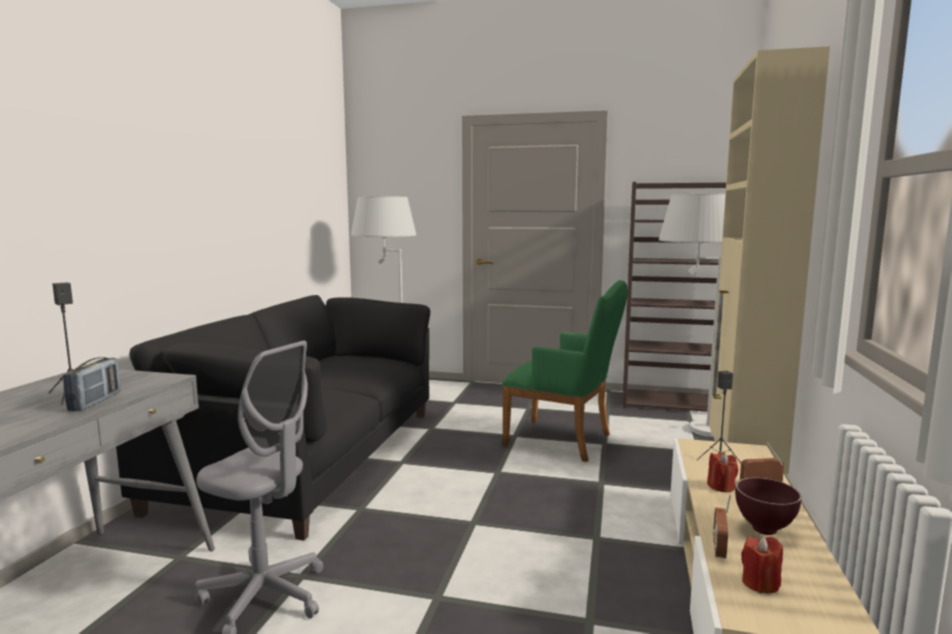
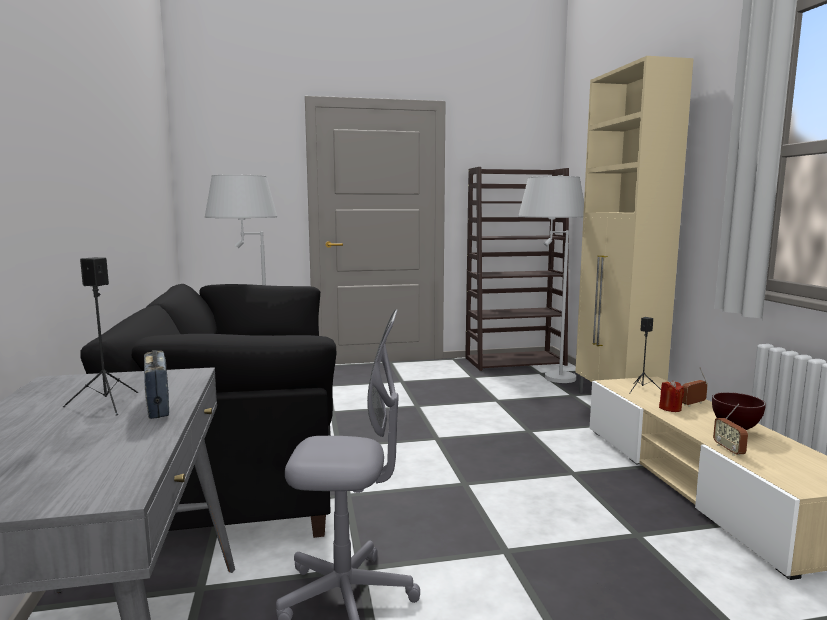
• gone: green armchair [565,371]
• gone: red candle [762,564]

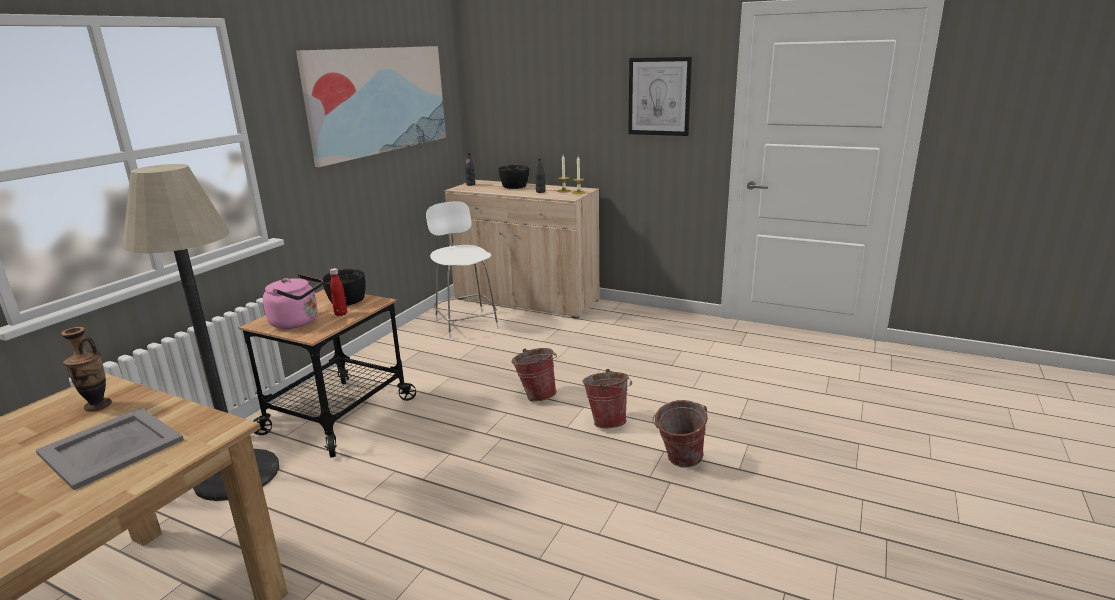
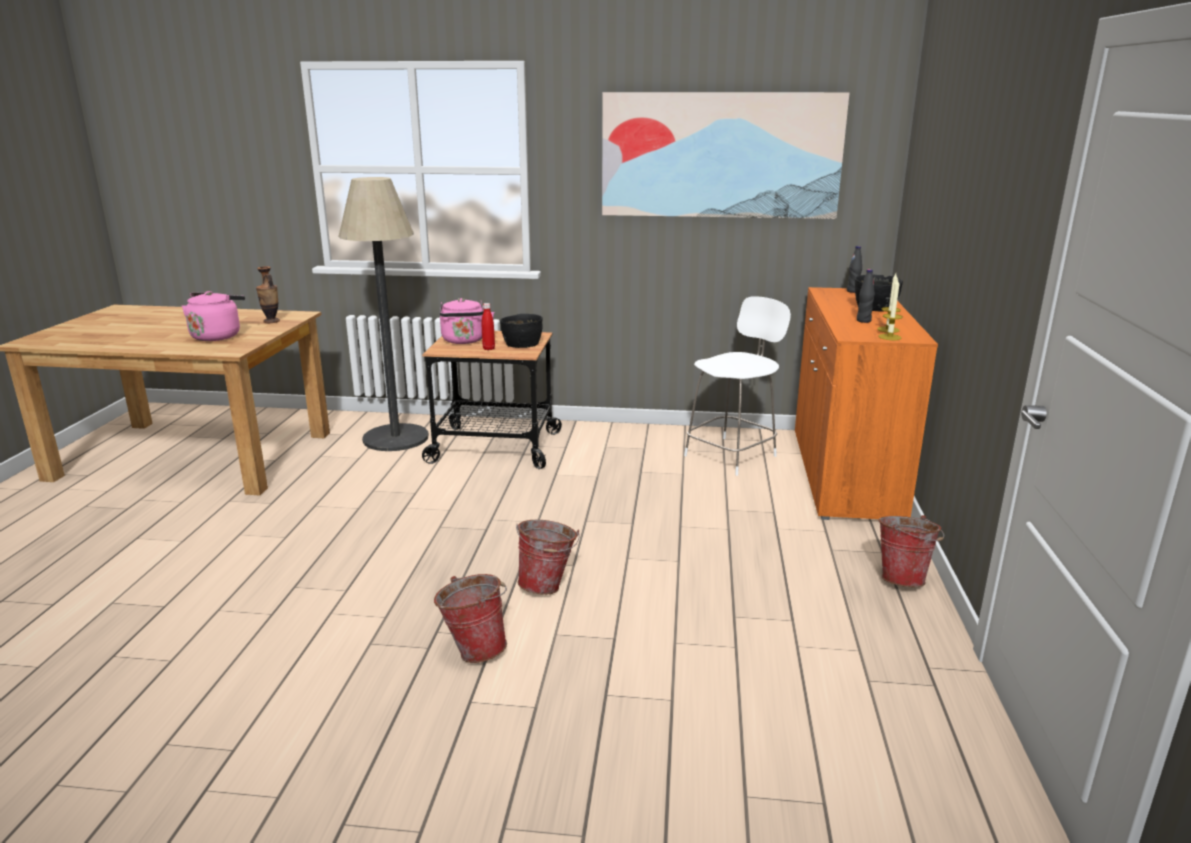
• gone: picture [660,96]
• shifted: bucket [534,374] to [911,551]
• swapped: grey tray [110,449] to pink kettle [213,316]
• repainted: beige cabinet [522,249] to orange cabinet [866,403]

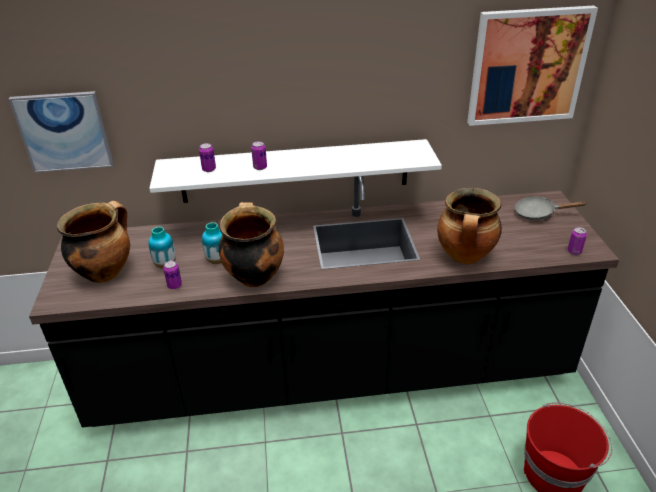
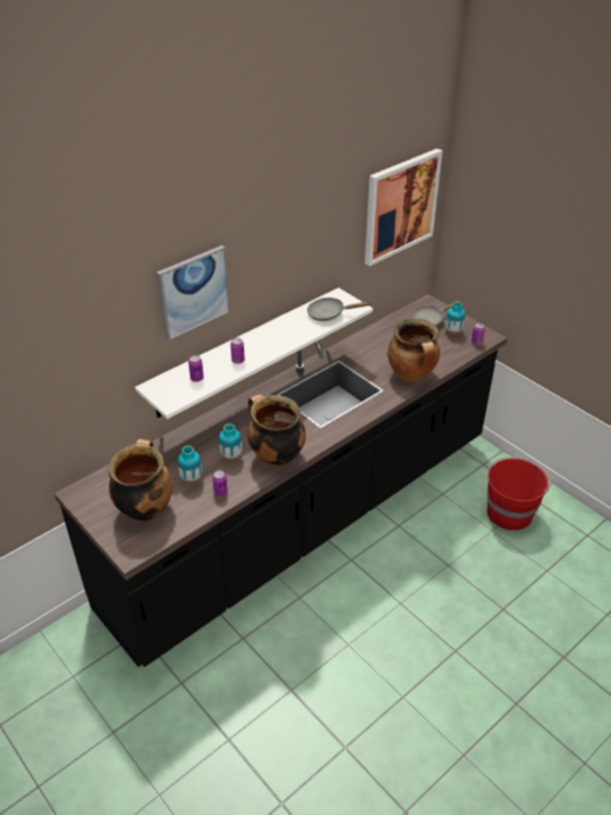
• new: grey frying pan [339,309]
• new: vase [455,318]
• shifted: picture [61,132] to [193,293]

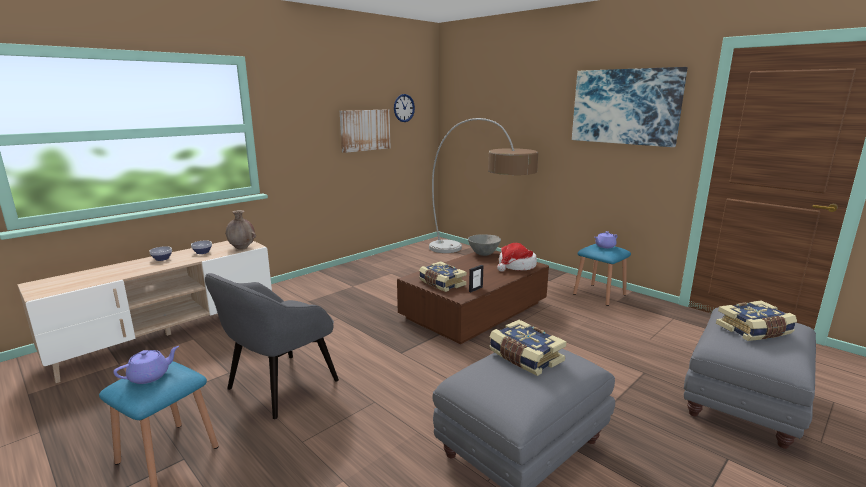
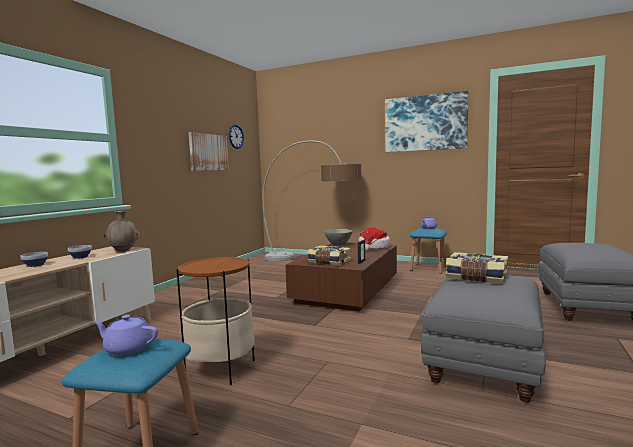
• gone: book [756,320]
• swapped: grey armchair [272,346] to side table [216,321]
• rotated: purple teapot [146,365] = [125,335] 105 degrees counterclockwise

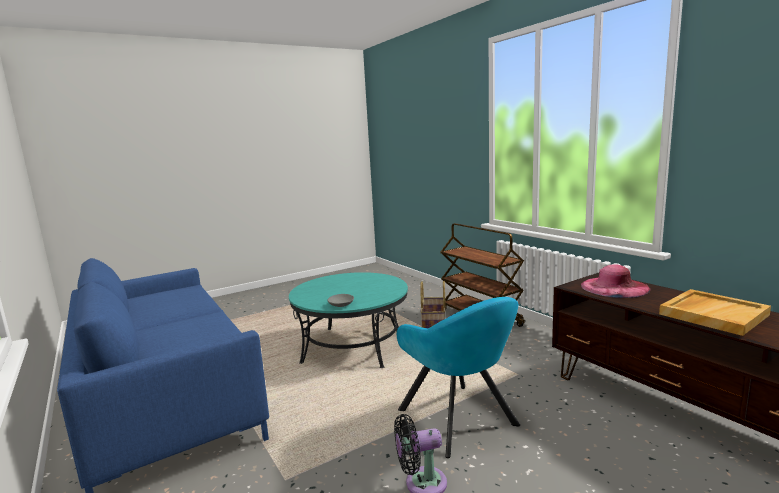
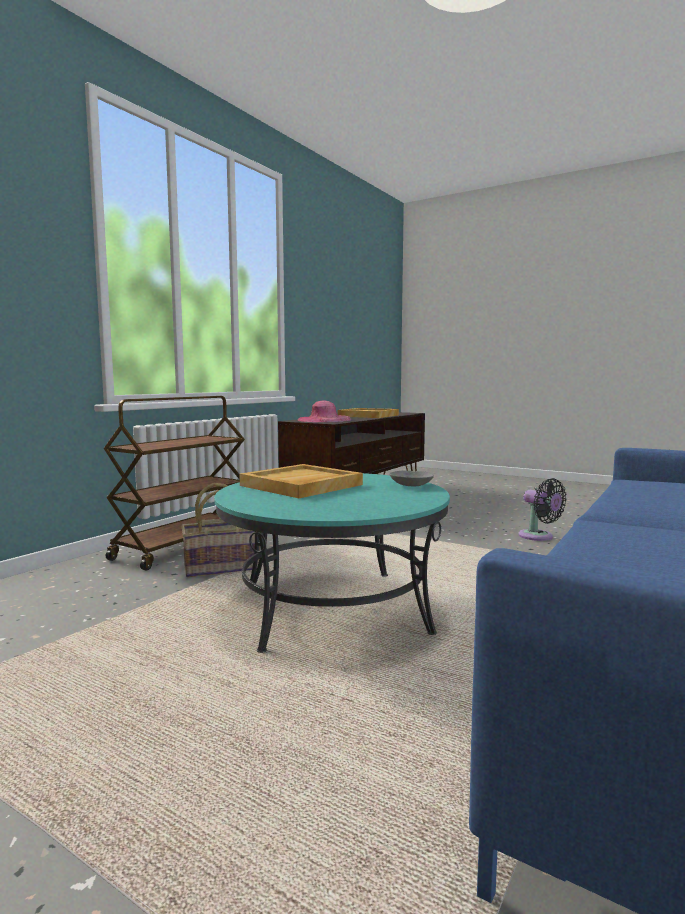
• gone: turquoise armchair [458,377]
• new: beige tray [301,481]

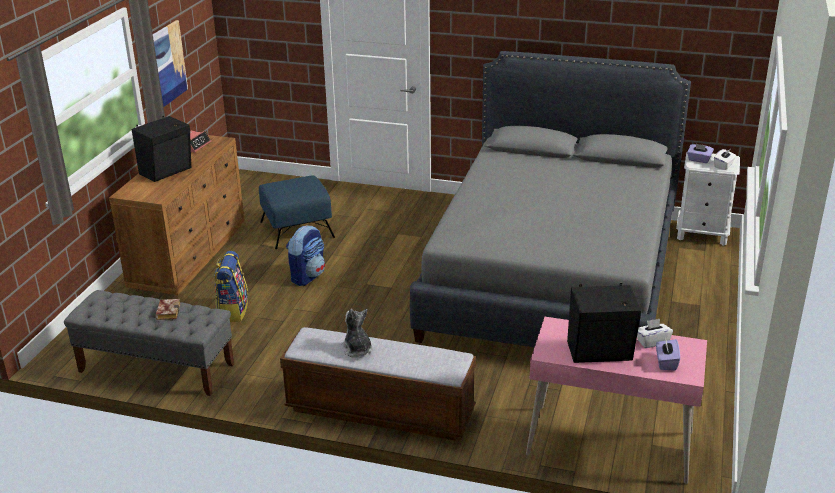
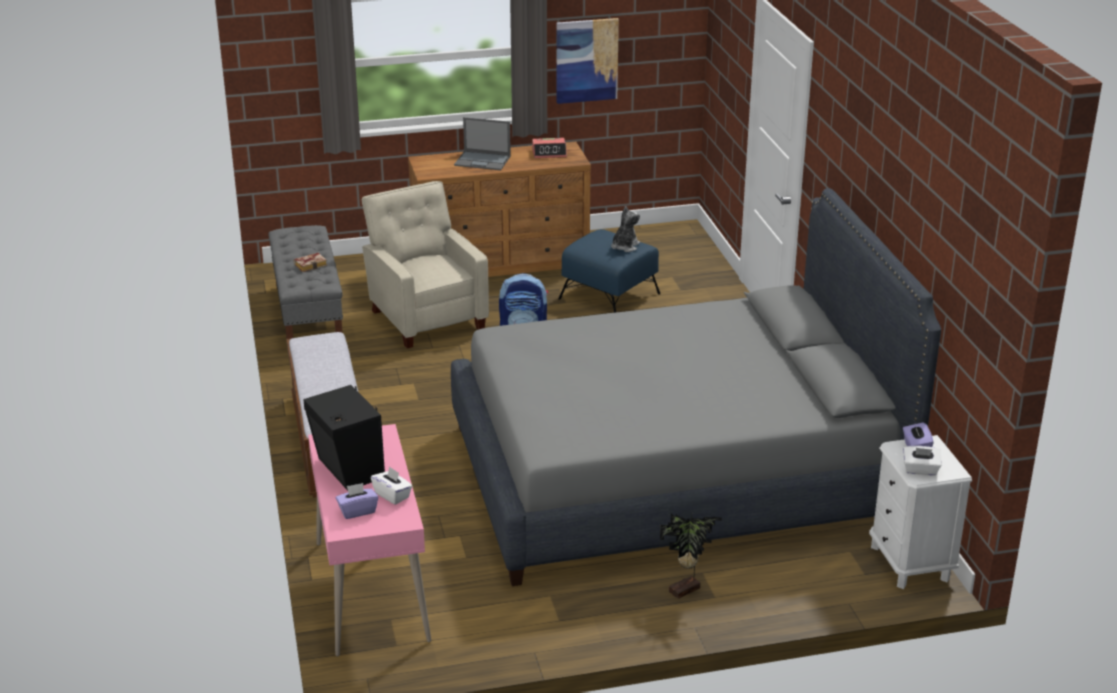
• new: potted plant [691,556]
• shifted: plush toy [357,333] to [625,229]
• swapped: black speaker [161,149] to laptop [482,143]
• swapped: backpack [231,286] to beige armchair [425,264]

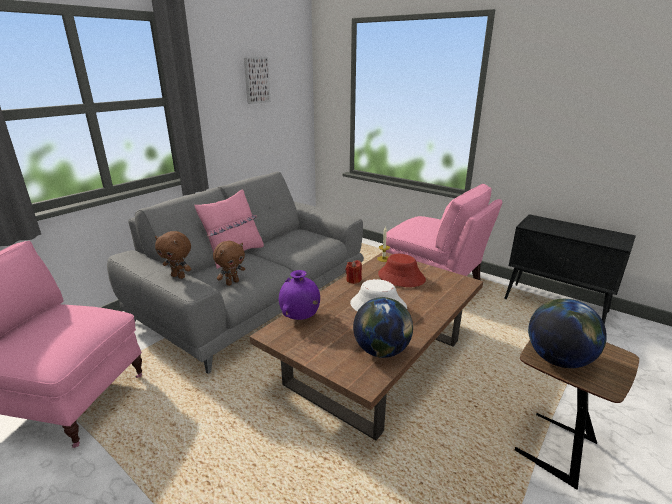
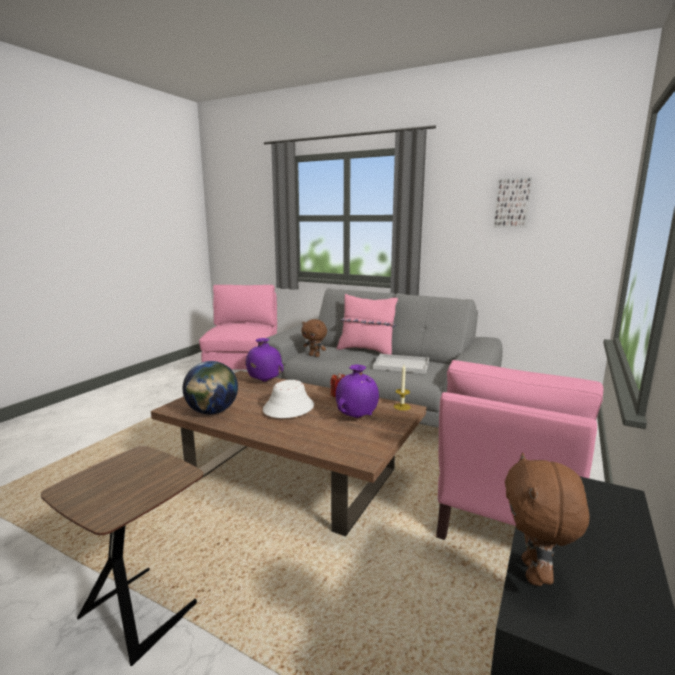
• gone: globe [567,333]
• new: white tray [401,364]
• shifted: brown plush toy [173,255] to [547,519]
• swapped: red hat [402,270] to purple vase [357,391]

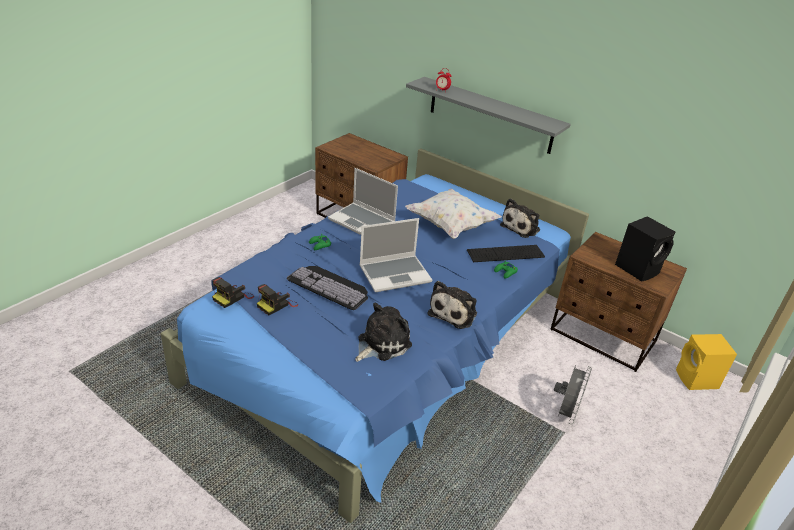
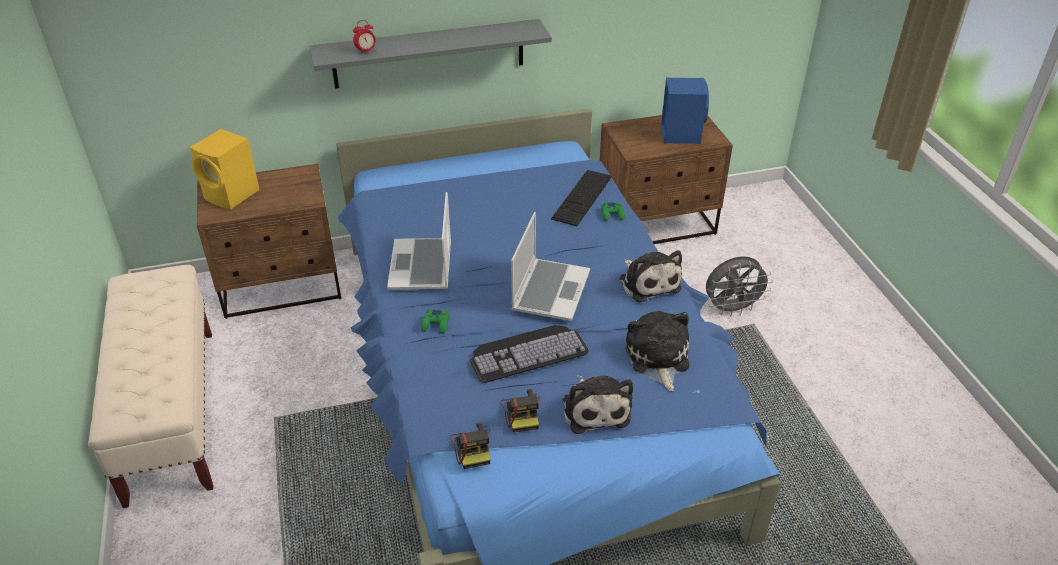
• gone: white pillow [453,213]
• new: beige bench [150,386]
• shifted: plush toy [520,218] to [598,404]
• shifted: yellow speaker [706,362] to [225,169]
• repainted: black speaker [645,249] to blue speaker [685,111]
• rotated: laptop [363,201] = [419,241] 105 degrees clockwise
• rotated: grey fan [573,394] = [739,286] 105 degrees clockwise

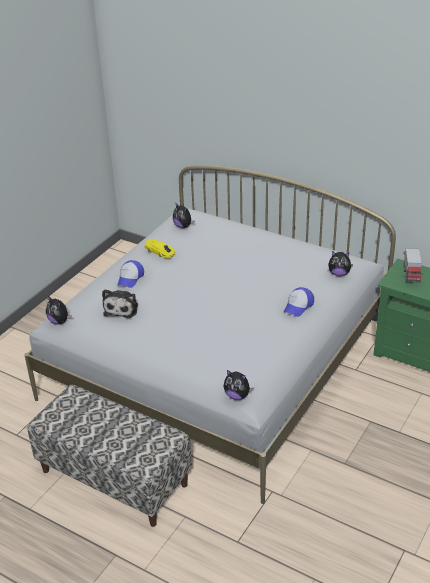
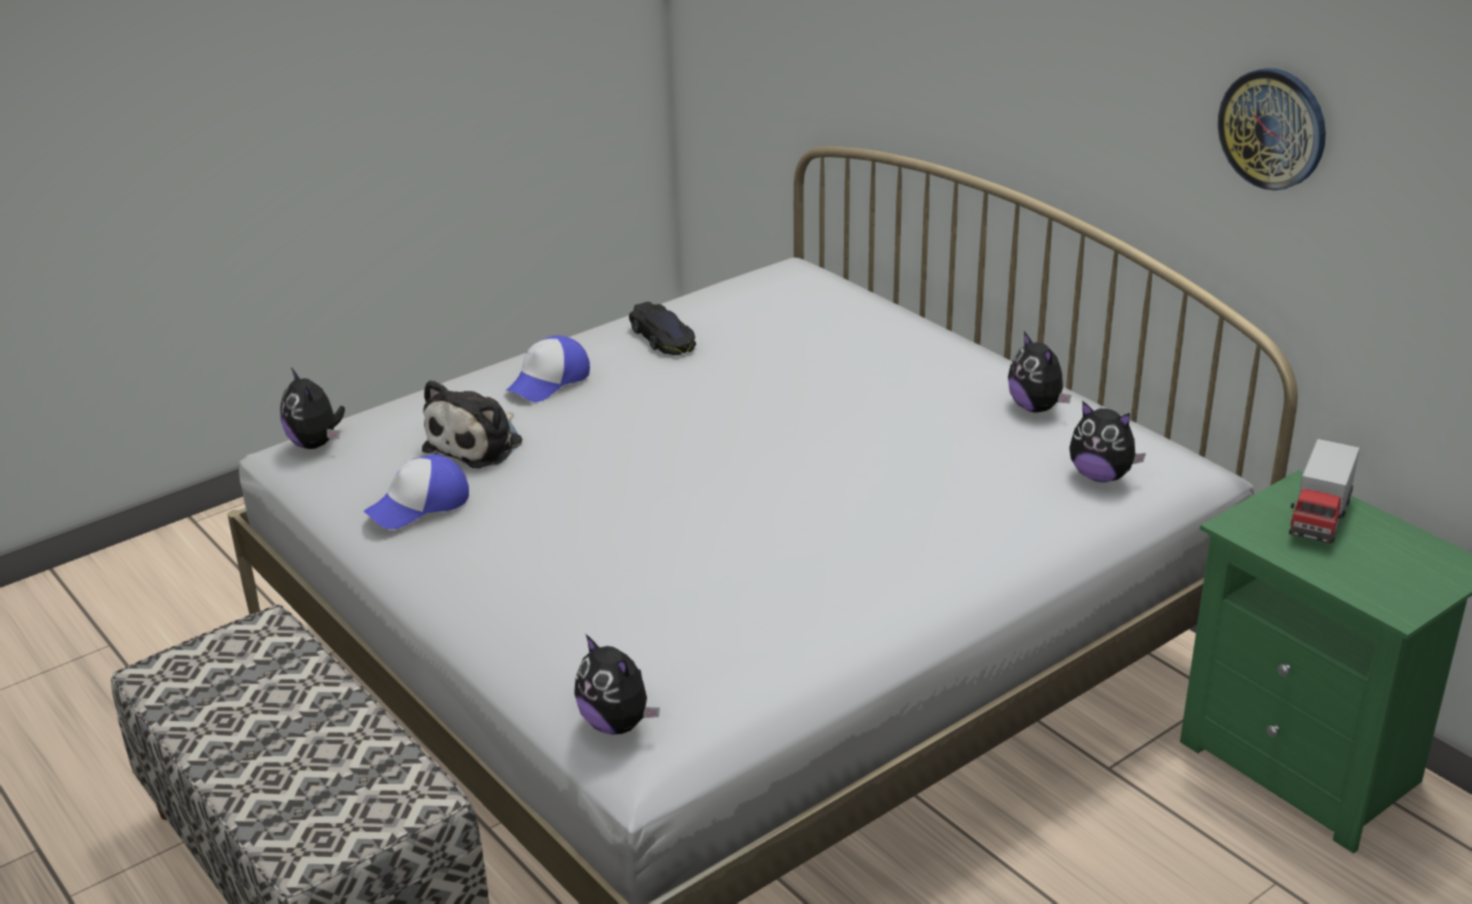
• new: wall clock [1272,129]
• shifted: plush toy [184,215] to [1039,372]
• shifted: cap [299,302] to [416,492]
• repainted: yellow toy car [160,249] to black toy car [662,328]

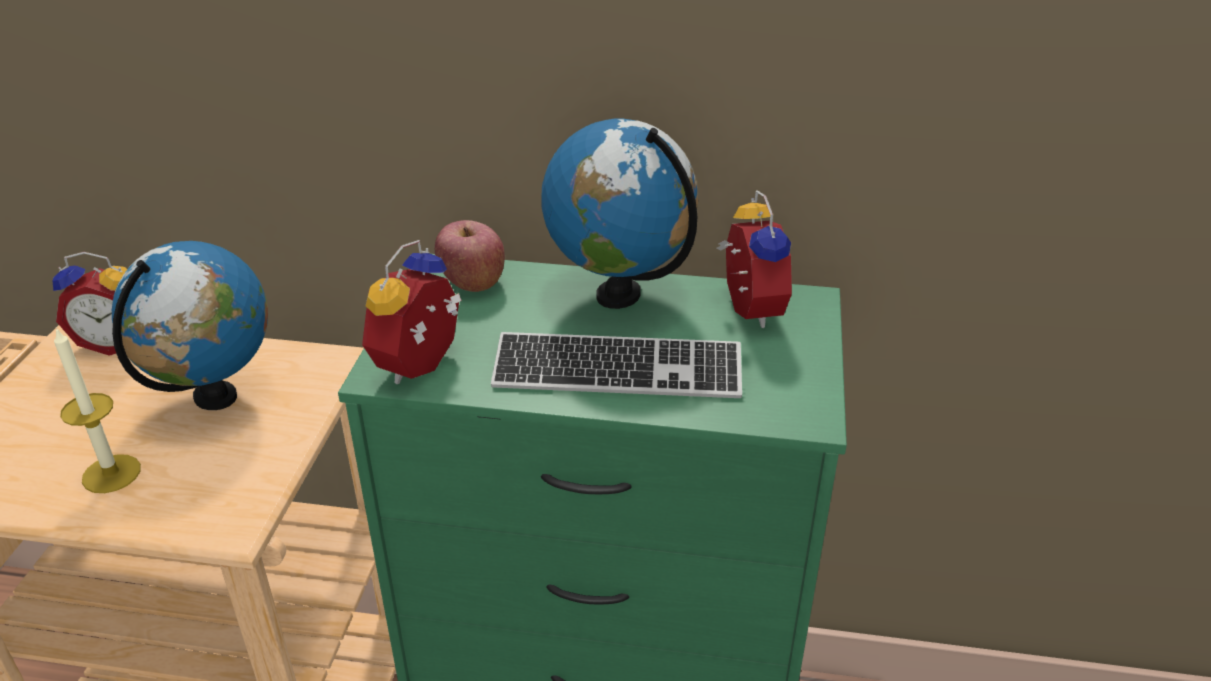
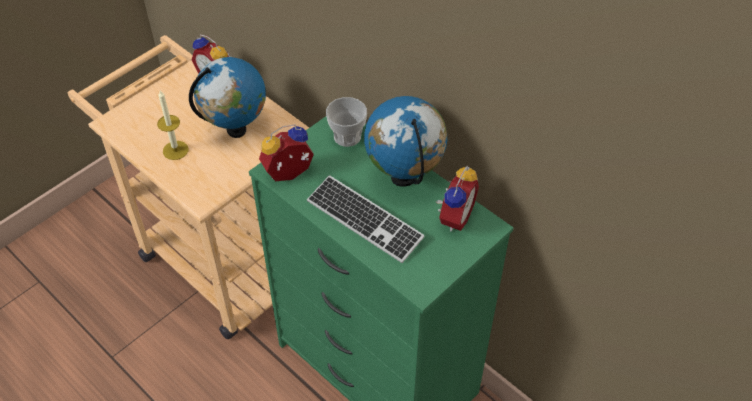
• swapped: apple [470,256] to cup [346,122]

